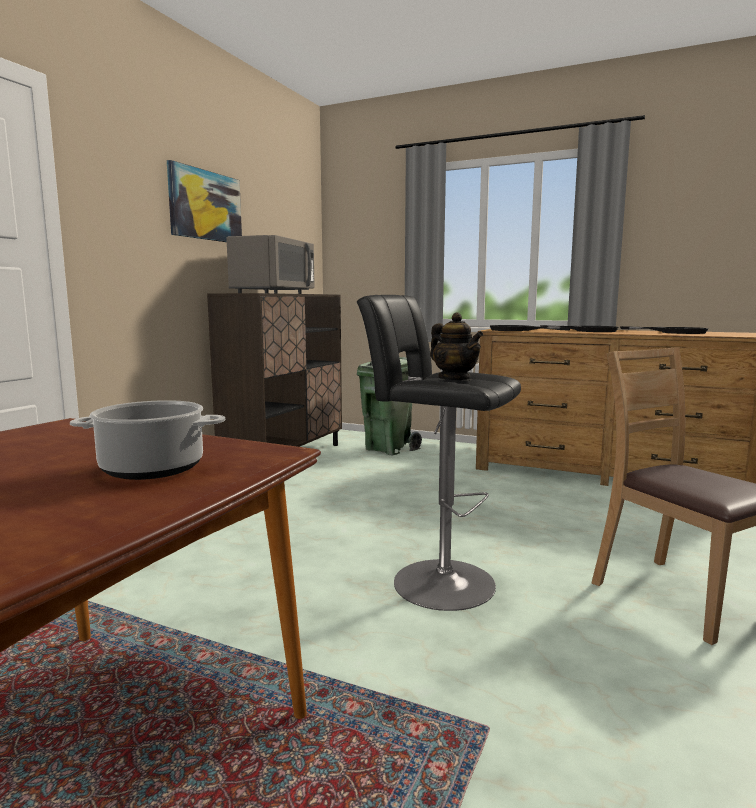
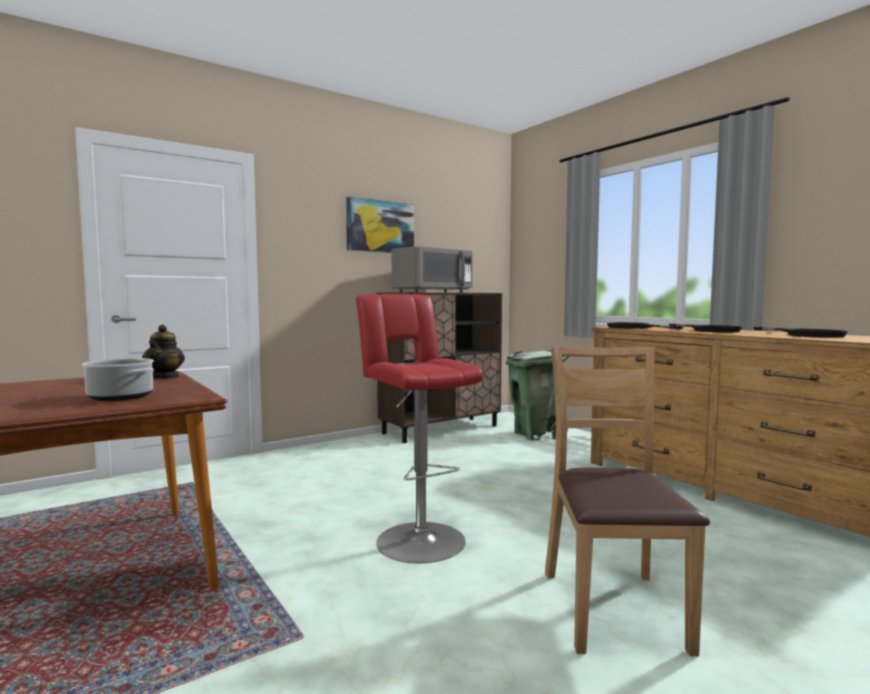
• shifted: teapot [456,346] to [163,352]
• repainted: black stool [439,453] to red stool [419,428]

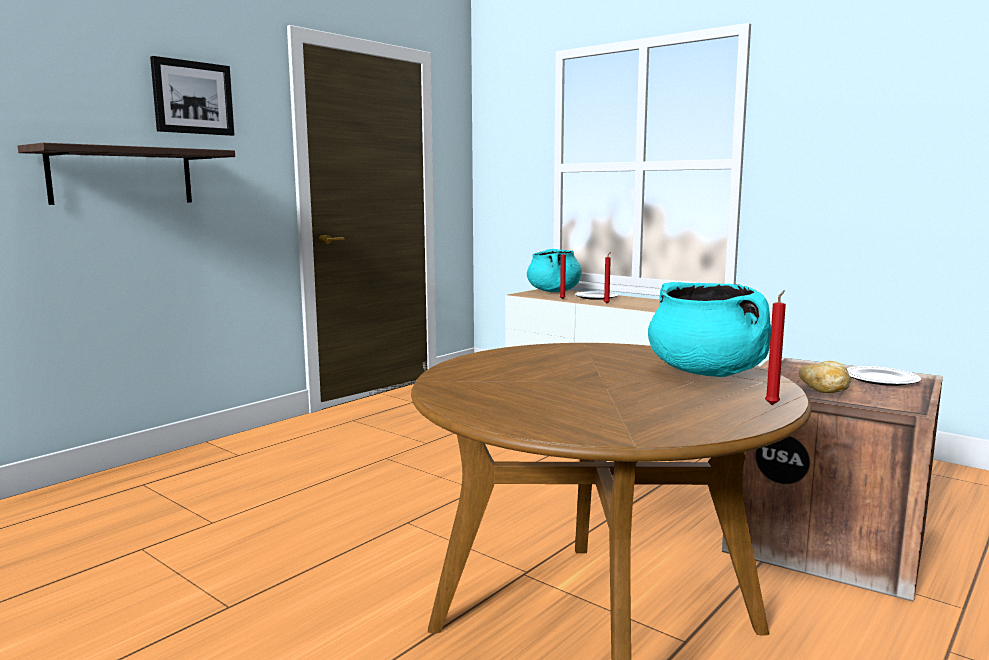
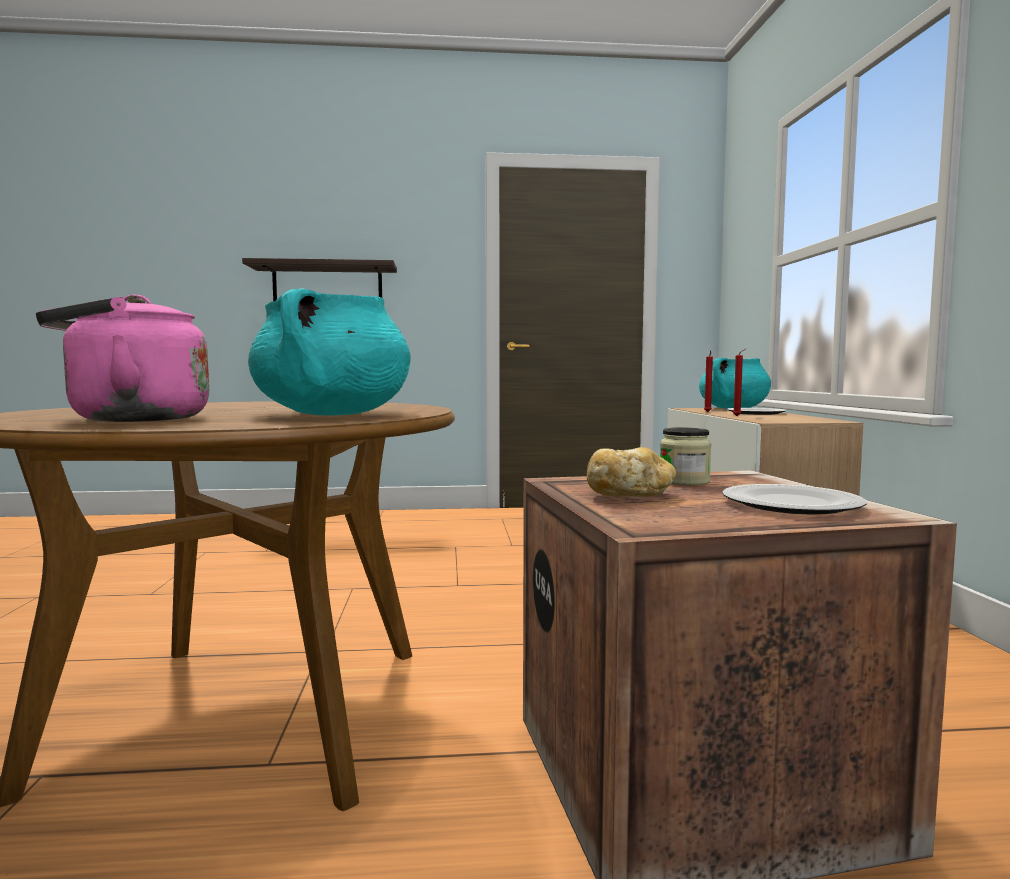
• gone: picture [192,96]
• gone: red candle [775,348]
• new: pink kettle [122,358]
• new: jar [686,456]

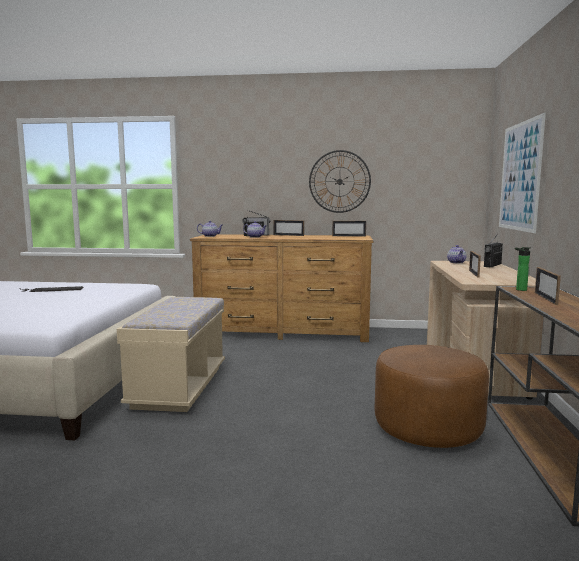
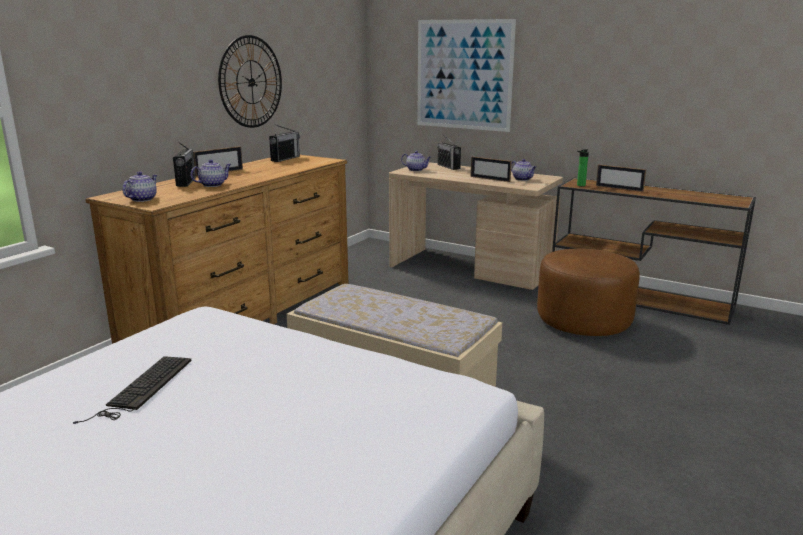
• new: teapot [523,170]
• swapped: picture frame [349,228] to radio [284,143]

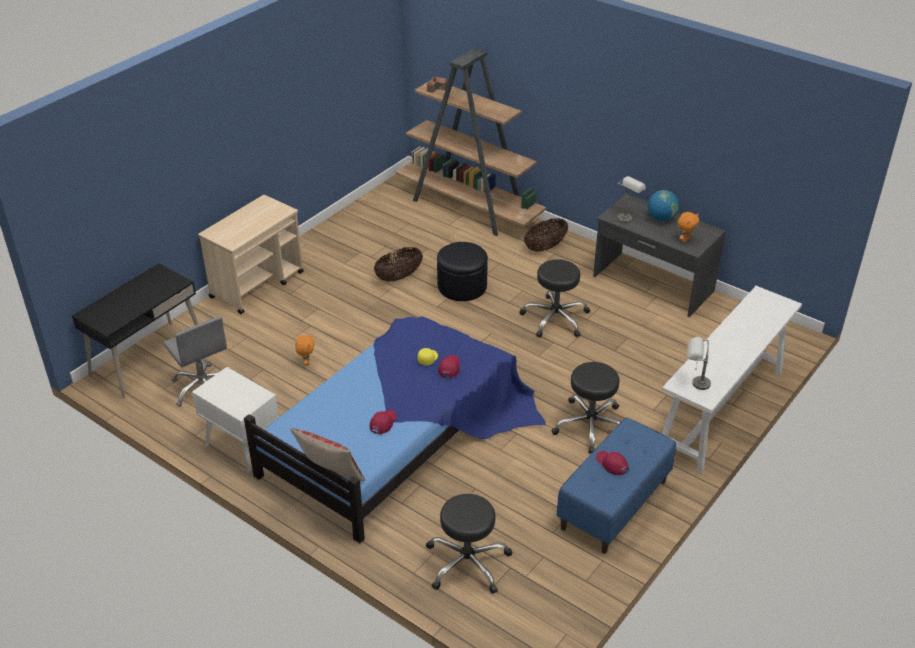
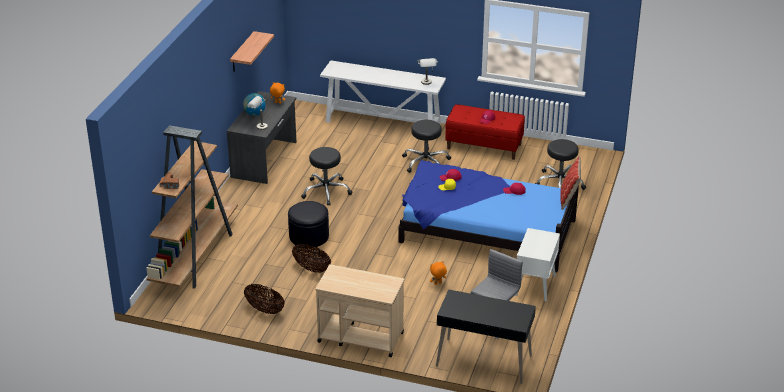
• new: shelf [252,51]
• shifted: basket [546,235] to [264,299]
• repainted: blue bench [616,485] to red bench [485,132]

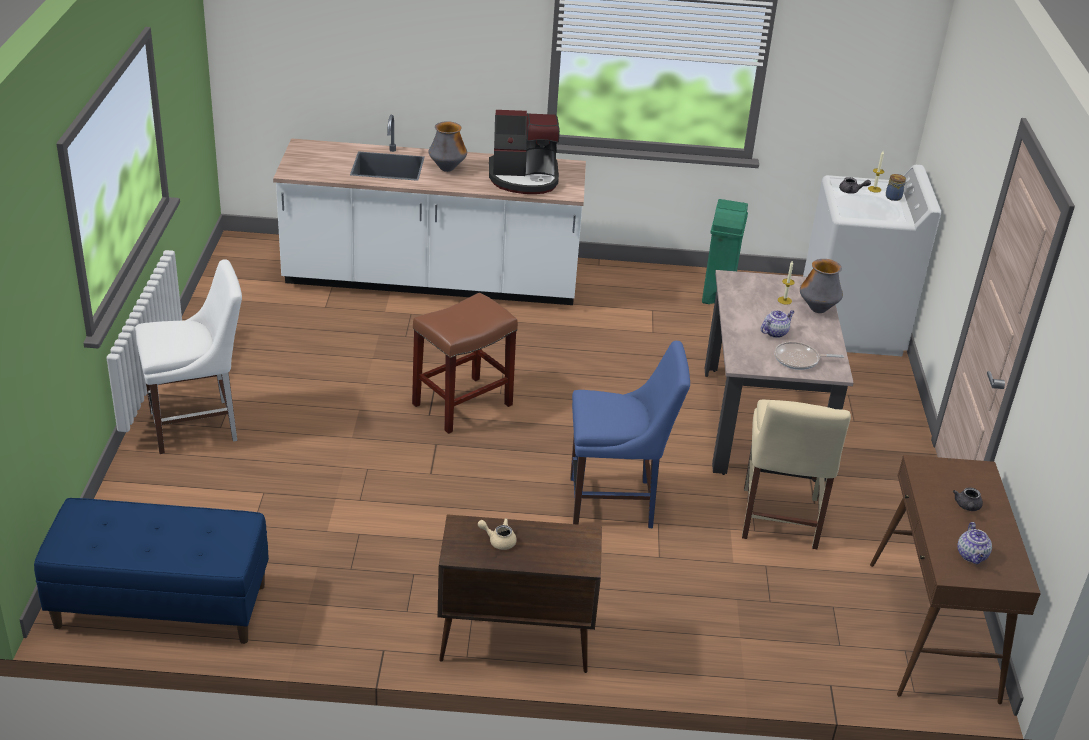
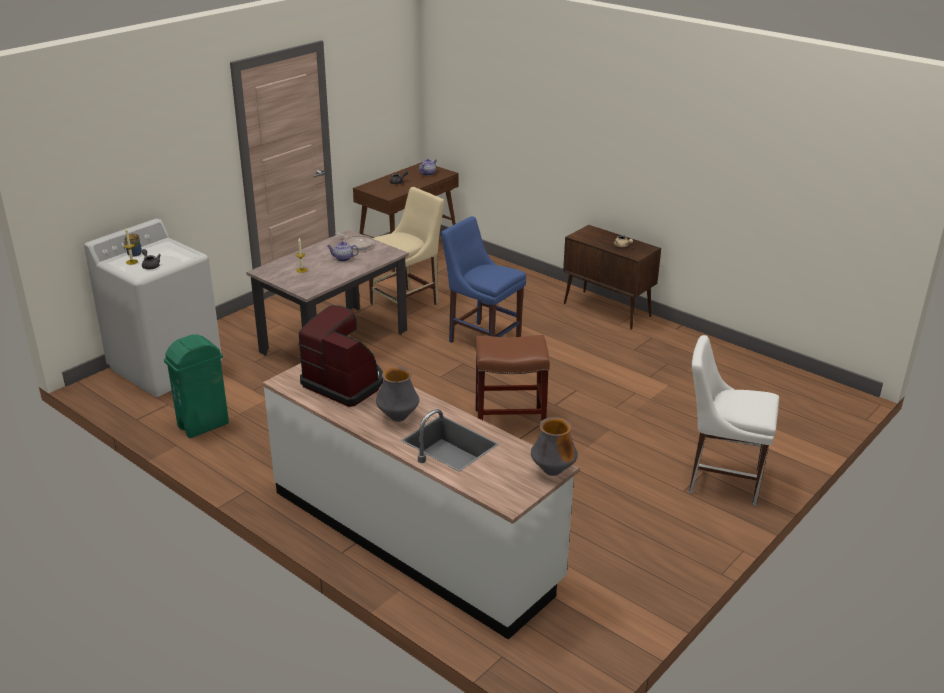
• gone: blue bench [151,571]
• shifted: vase [821,286] to [554,446]

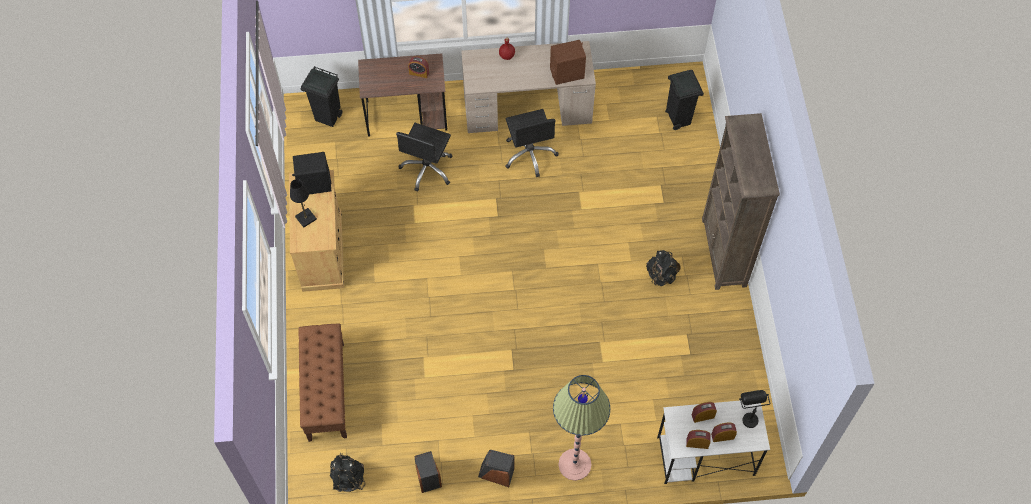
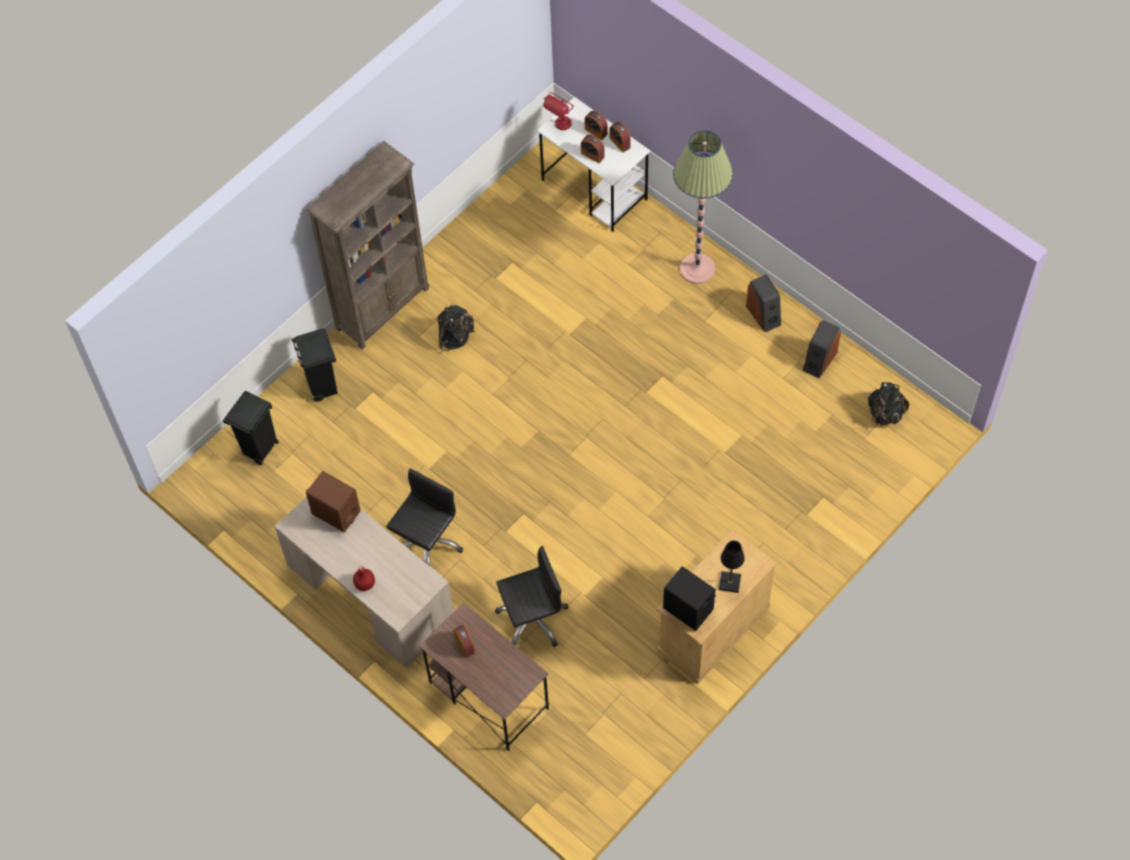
• gone: brown bench [323,383]
• shifted: black trash can [321,96] to [315,365]
• repainted: black table lamp [754,409] to red table lamp [558,111]

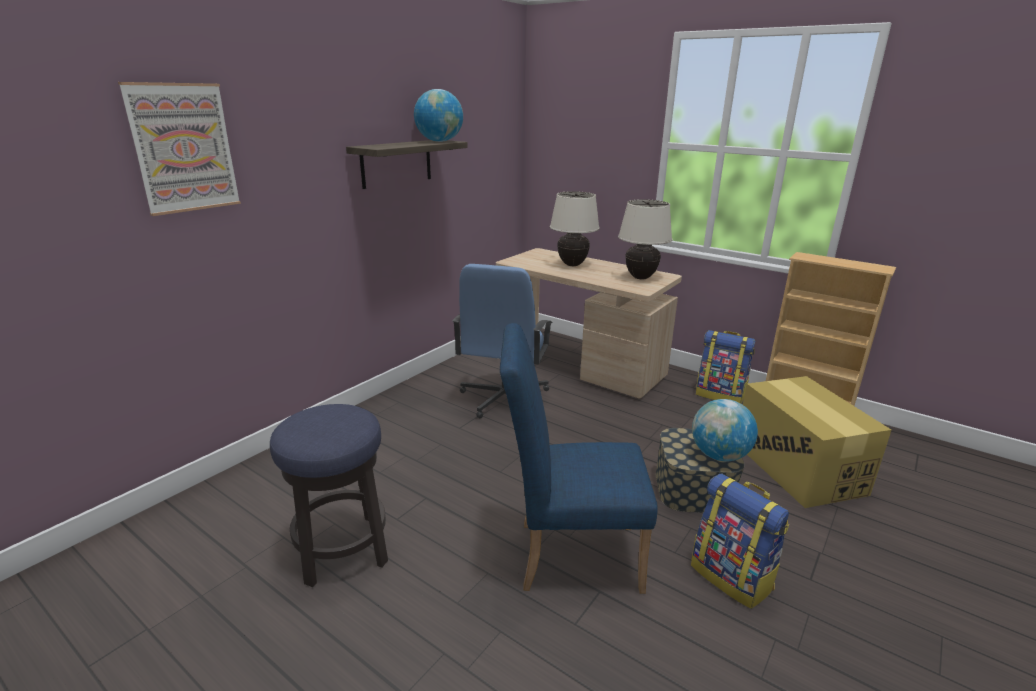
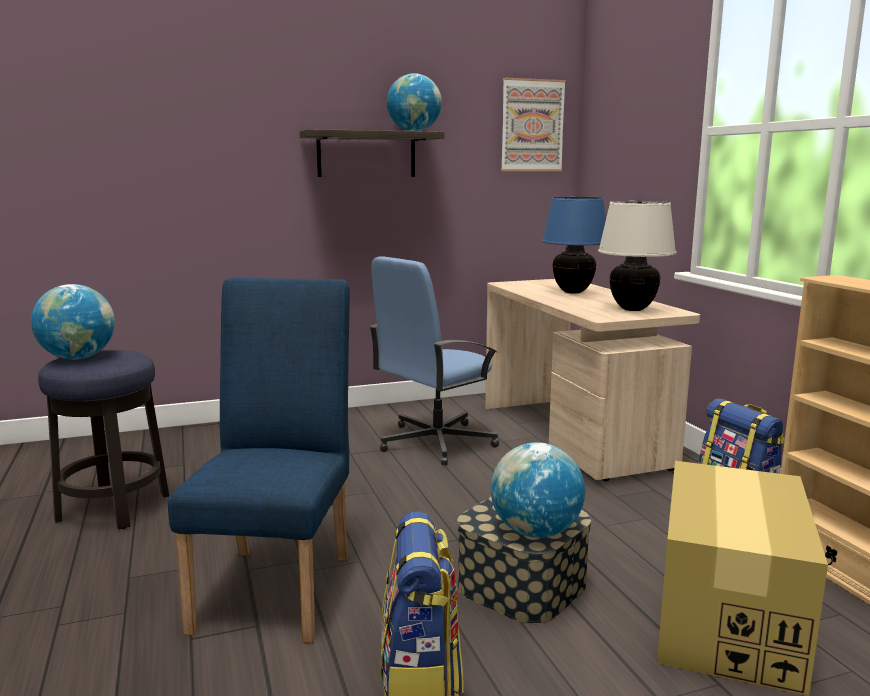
• new: globe [73,321]
• shifted: picture [179,149] to [533,124]
• repainted: beige table lamp [575,228] to blue table lamp [574,245]
• rotated: blue chair [579,458] = [259,460] 60 degrees clockwise

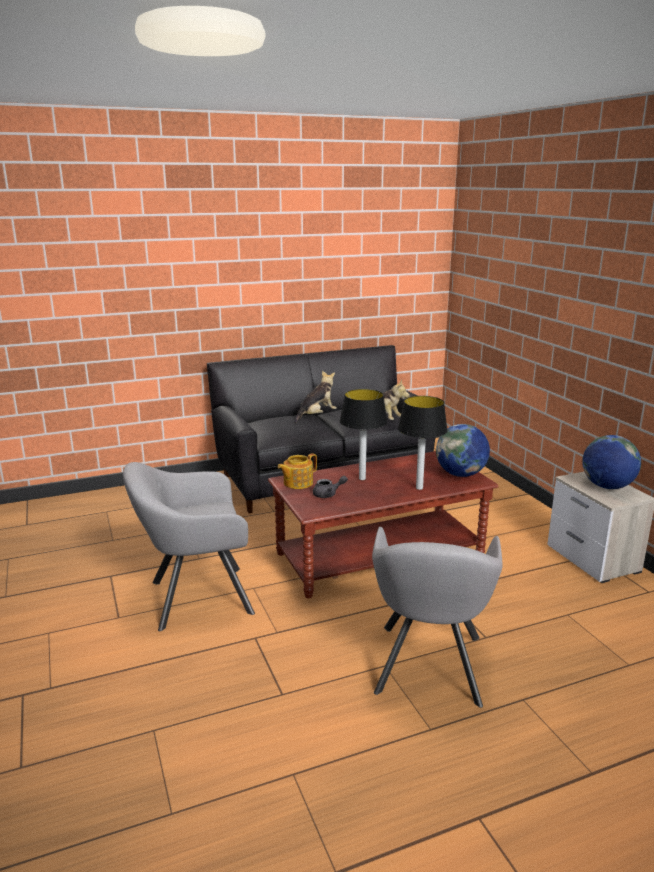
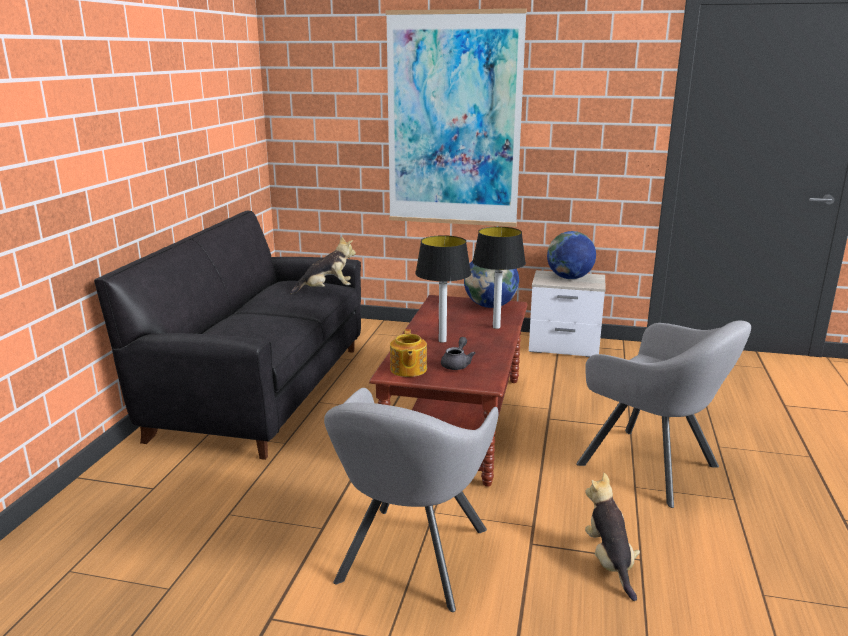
• new: picture [456,117]
• shifted: plush toy [316,397] to [612,537]

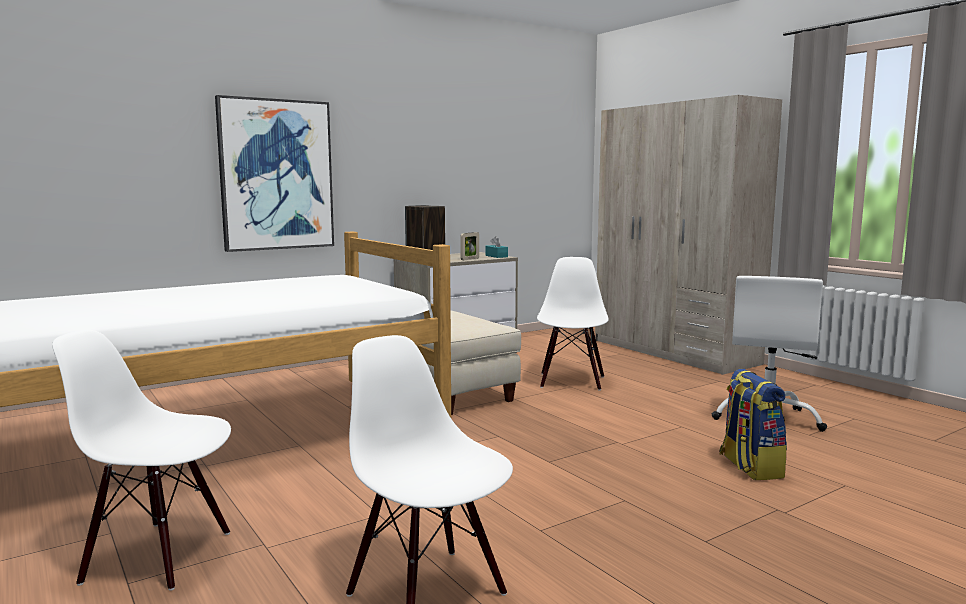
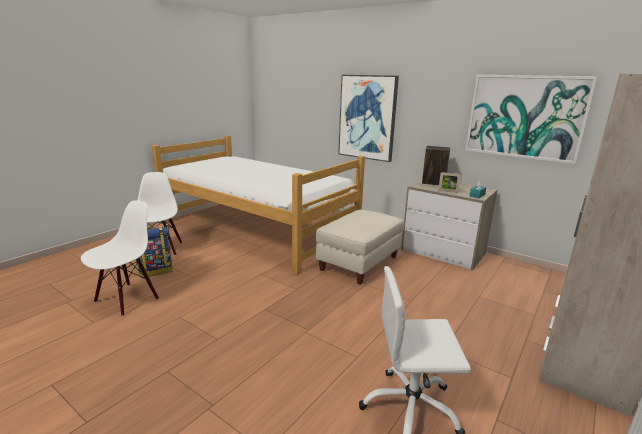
• gone: white chair [573,323]
• new: picture [531,119]
• shifted: backpack [753,424] to [154,252]

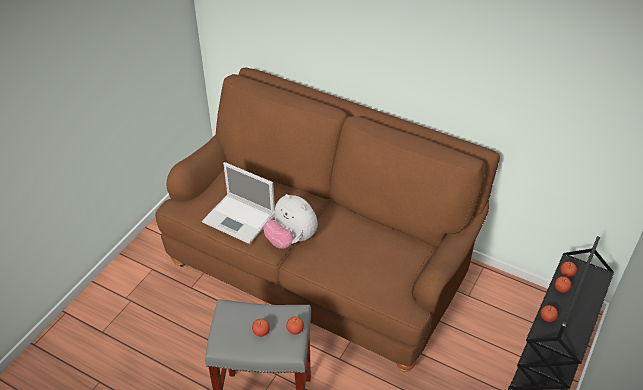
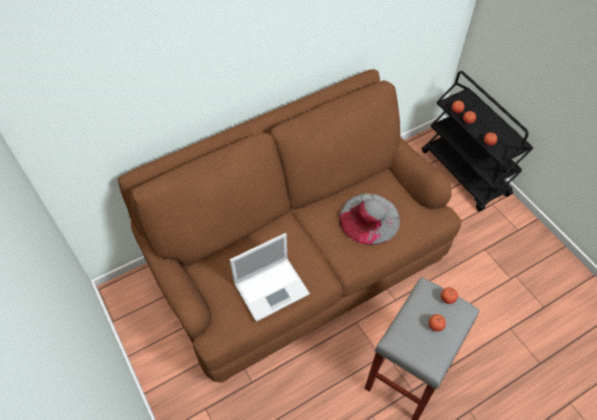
• gone: plush toy [290,221]
• new: grey hat [369,219]

